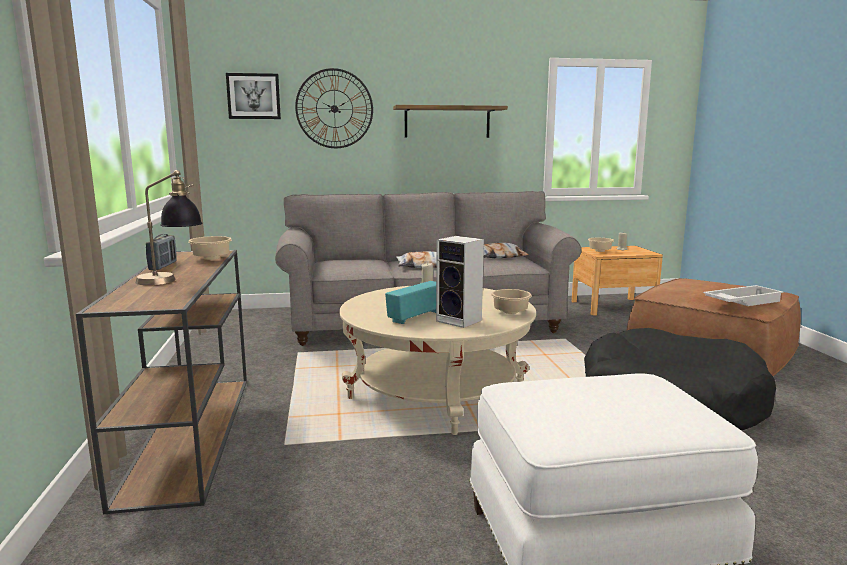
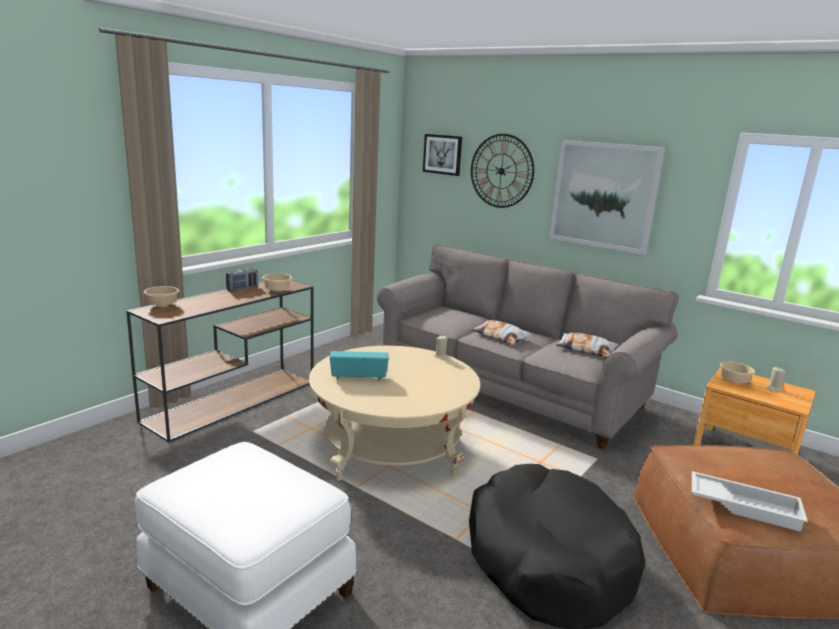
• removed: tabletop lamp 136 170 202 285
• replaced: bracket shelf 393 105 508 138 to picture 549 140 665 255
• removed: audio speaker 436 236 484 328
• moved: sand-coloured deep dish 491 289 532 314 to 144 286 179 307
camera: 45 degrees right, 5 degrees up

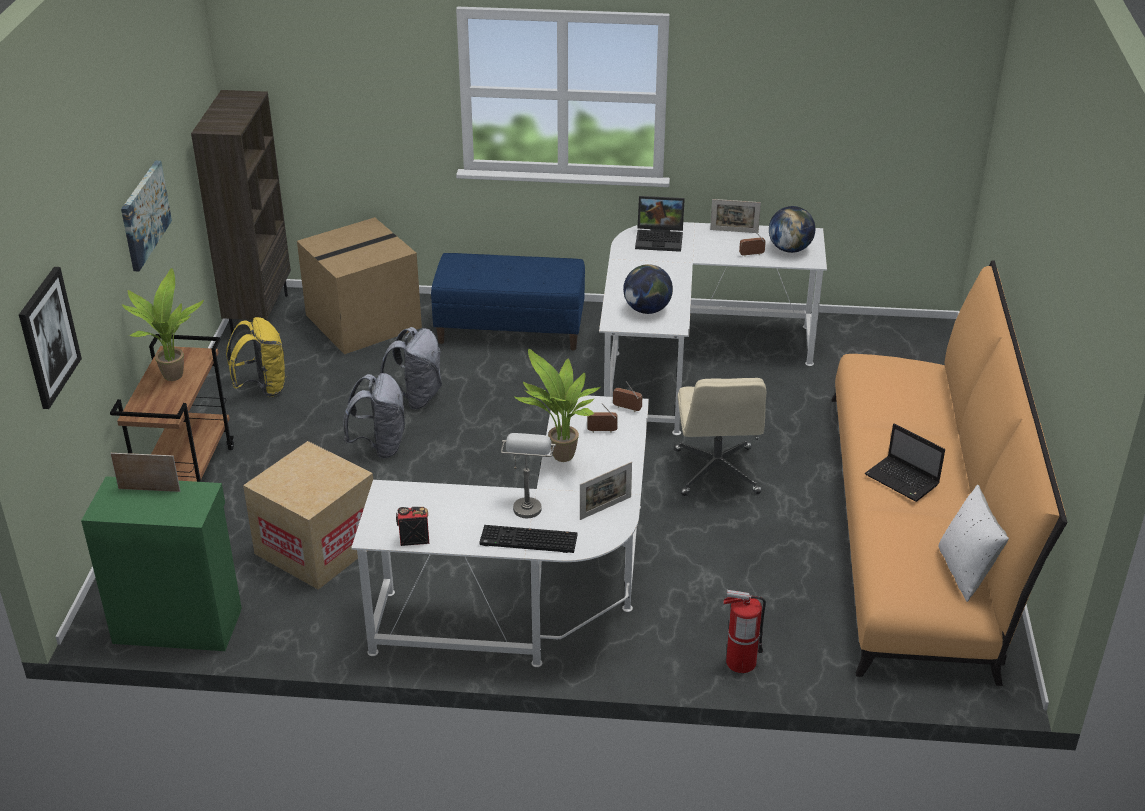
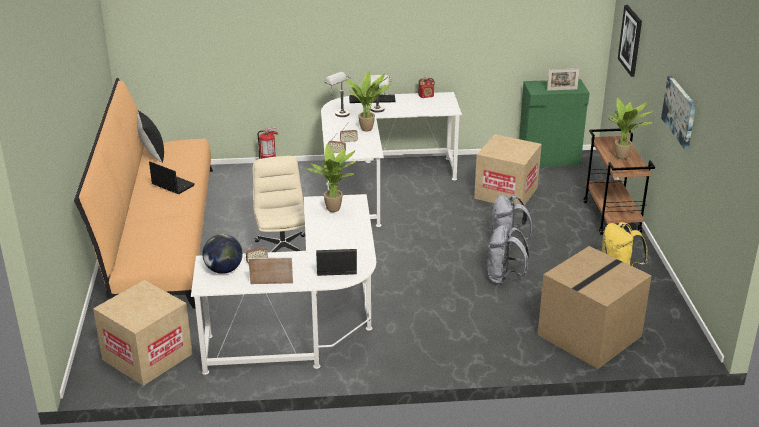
• removed: brown-coloured bookcase 191 90 291 335
• removed: blue-coloured indoor bench 431 253 585 350
• replaced: standing frame 580 462 632 520 to gray tabletop lamp 324 72 351 117
• replaced: globe 623 264 673 314 to potted plant 306 144 356 212
• recoloured: white cushion 938 485 1009 602 to black-coloured cushion 137 110 164 163
• added: packing box 93 280 192 386
camera: 170 degrees right, 5 degrees down

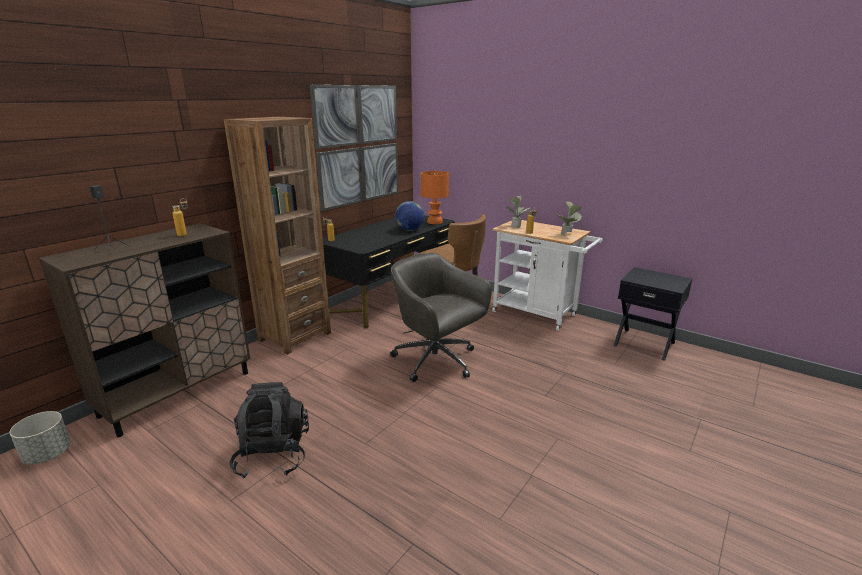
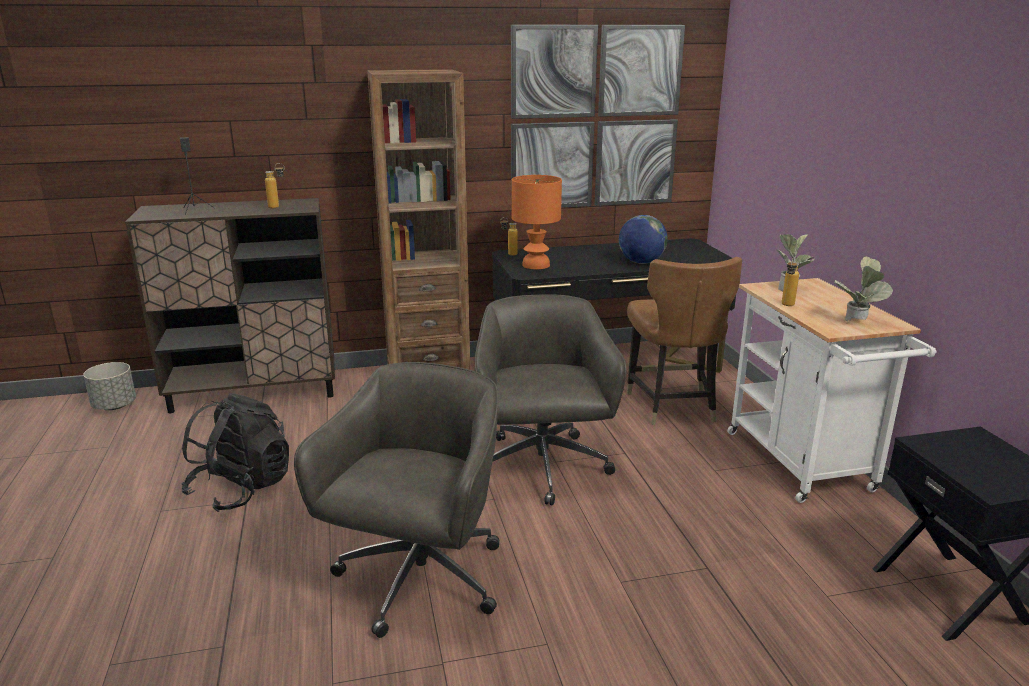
• moved: orangey tabletop lamp 421 171 449 224 to 511 175 562 269
• added: gray desk chair 294 362 499 638
camera: 40 degrees right, 0 degrees up

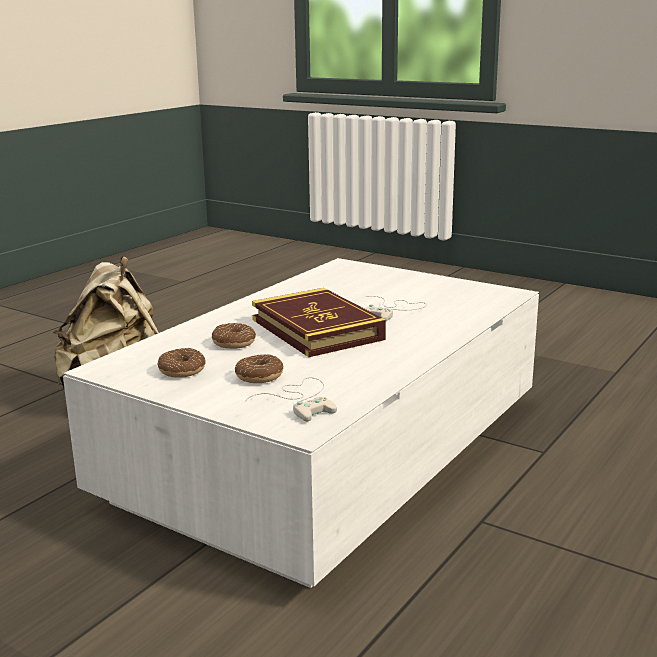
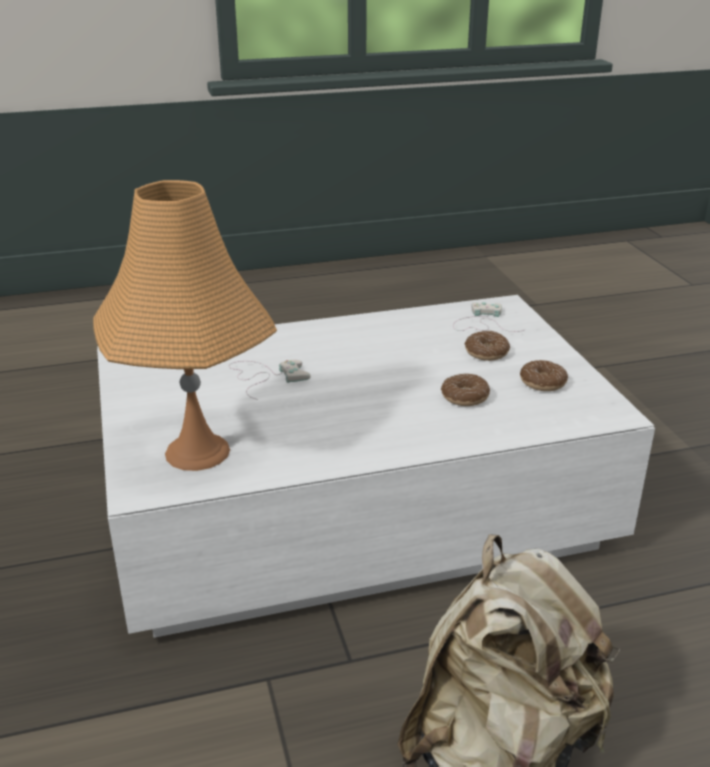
• removed: book 252 288 386 357
• added: orangey tabletop lamp 93 180 277 471
camera: 140 degrees left, 10 degrees up

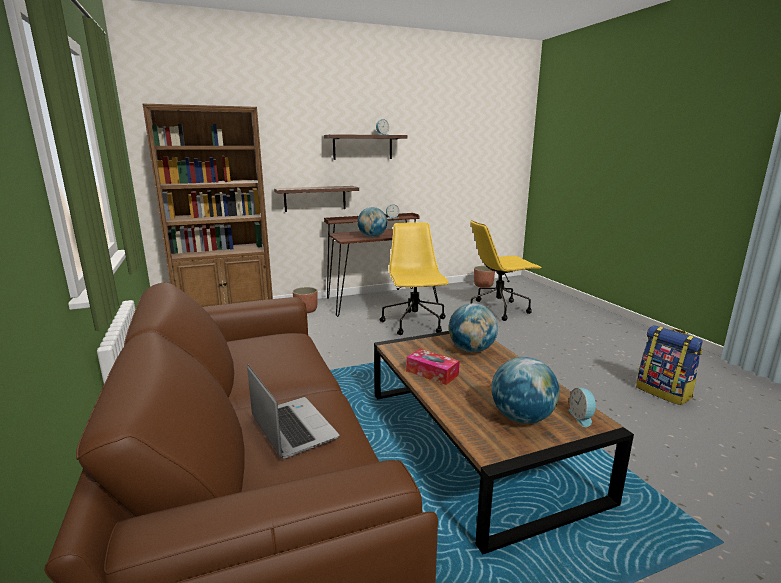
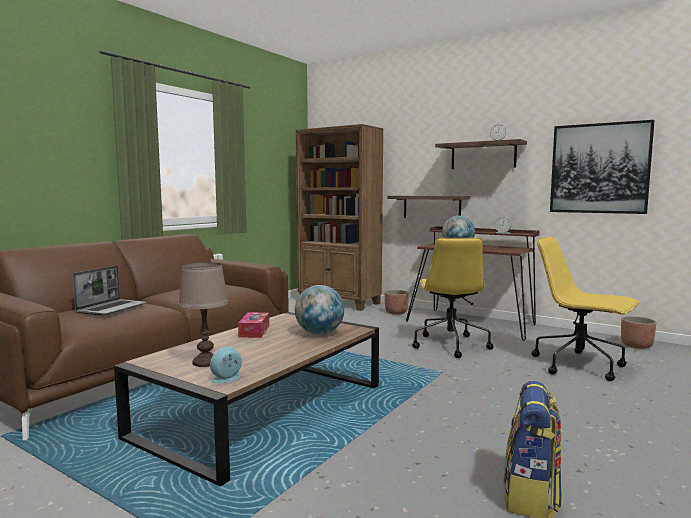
• turned: yellow-coloured desk chair 379 222 449 335 = 412 238 494 358 135 degrees clockwise
• replaced: globe 491 357 560 424 to brown-coloured tabletop lamp 178 262 228 367
• added: picture 550 120 655 214
camera: 55 degrees right, 10 degrees down

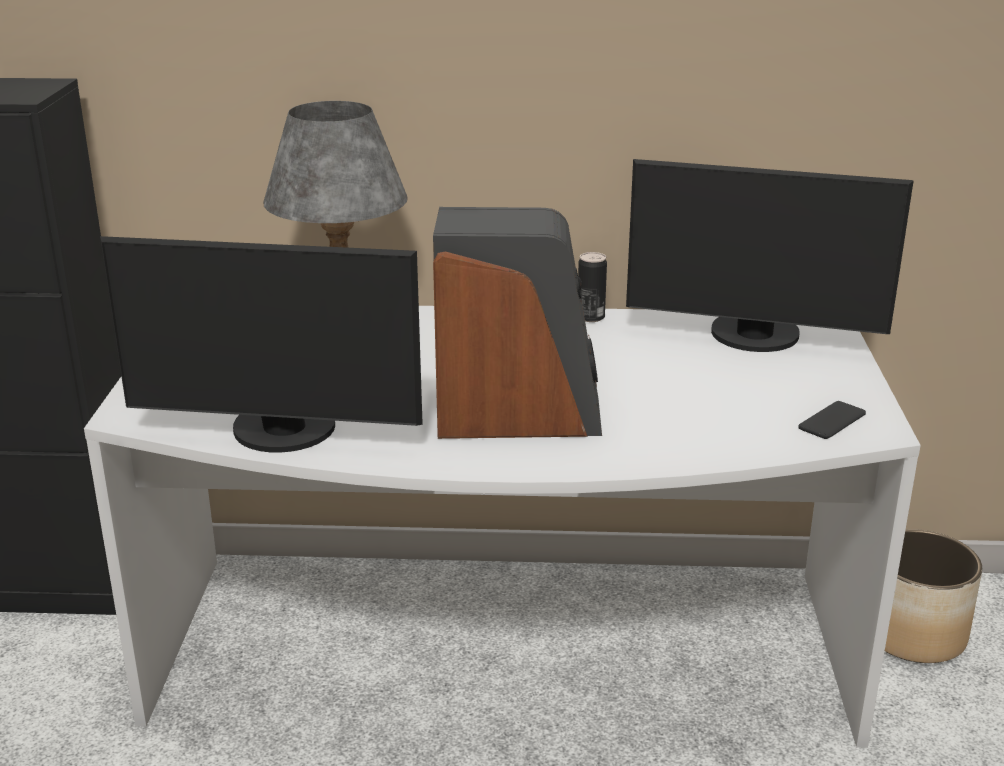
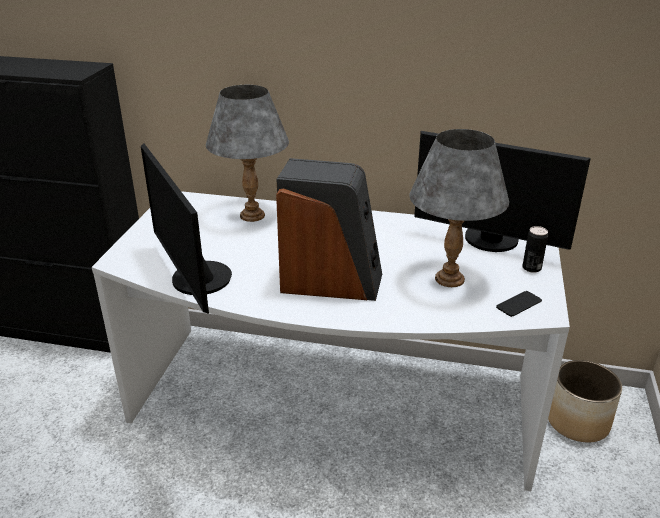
• turned: computer screen 100 236 423 453 = 141 143 232 314 45 degrees clockwise
• moved: sealed can 578 252 607 322 to 522 226 548 273
• added: gray tabletop lamp 410 129 509 287
camera: 10 degrees right, 5 degrees up

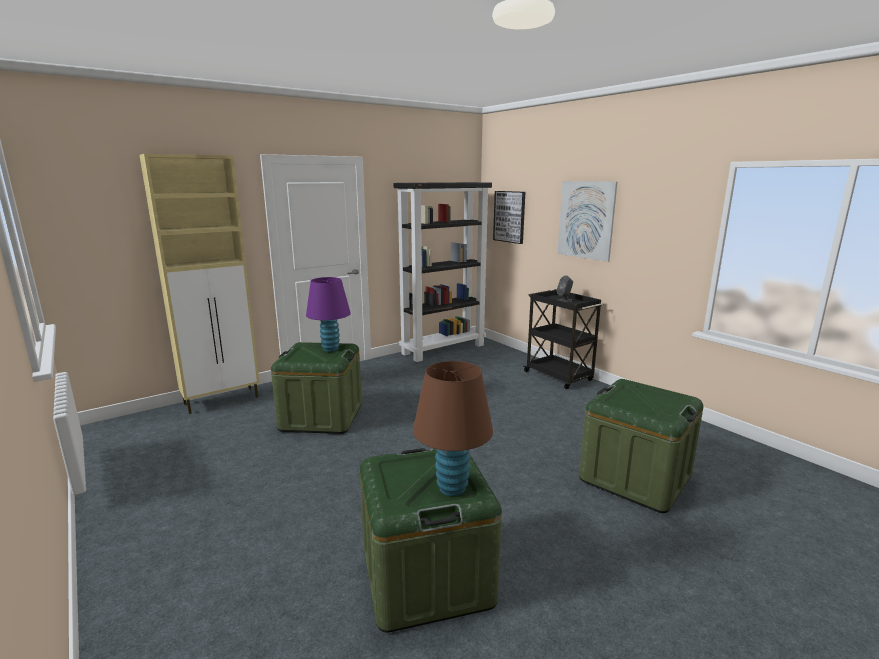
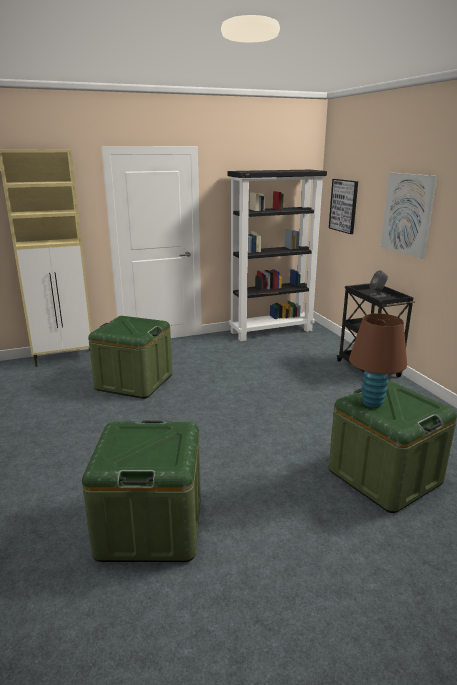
• removed: purple tabletop lamp 306 277 351 352
• moved: brown-coloured tabletop lamp 413 361 493 496 to 349 313 407 408
camera: 15 degrees right, 5 degrees up

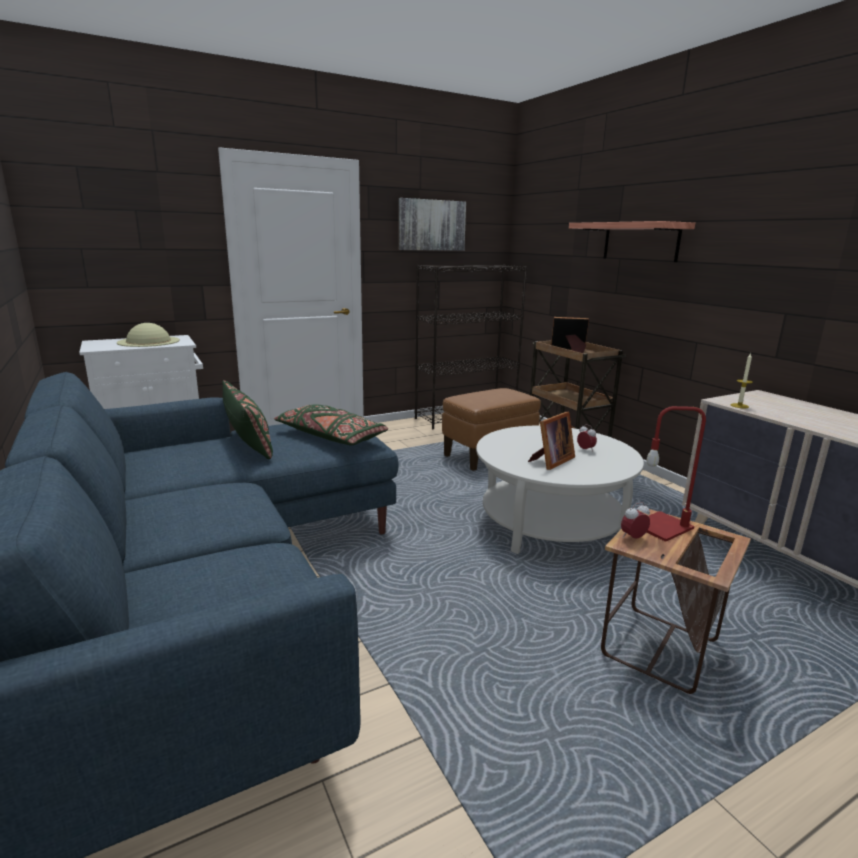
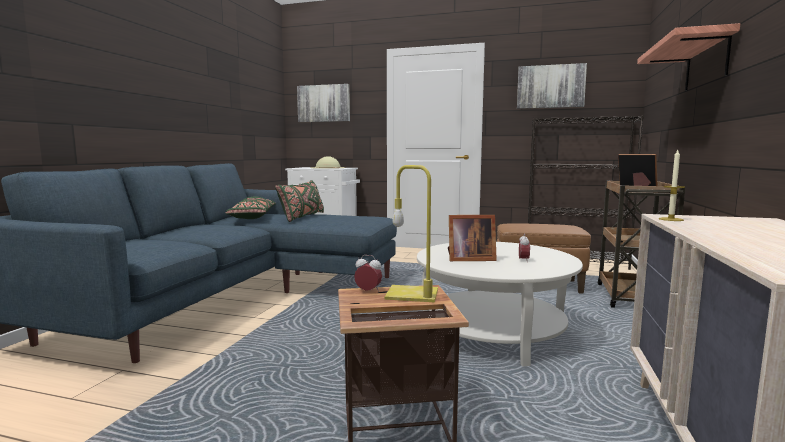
• moved: greenish cushion 274 404 388 445 to 226 197 276 219
• recoloured: reddish tabletop lamp 646 406 706 542 to yellow-coloured tabletop lamp 385 165 438 302
• added: picture 297 84 350 122
camera: 45 degrees right, 10 degrees down

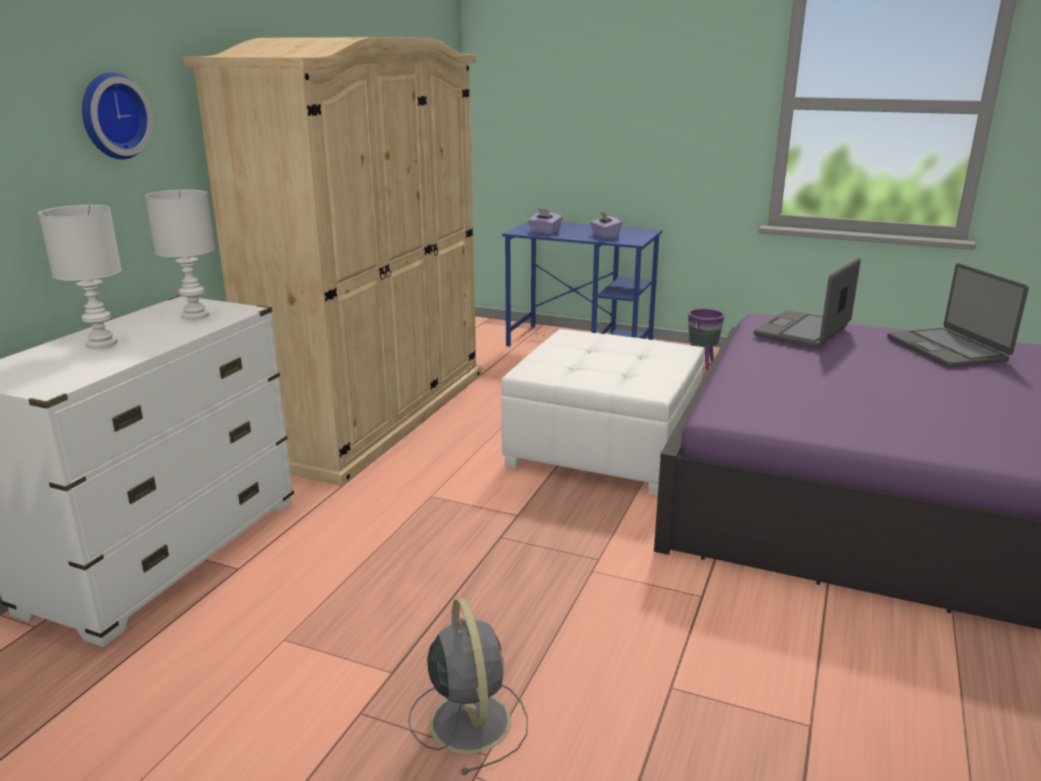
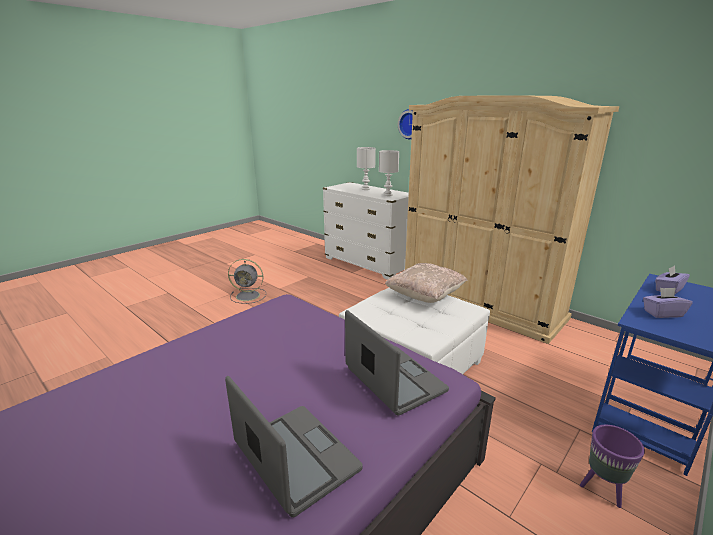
• turned: portable computer 887 263 1029 368 = 225 376 363 517 45 degrees clockwise
• added: sand-coloured cushion 385 263 468 303
camera: 110 degrees right, 0 degrees up

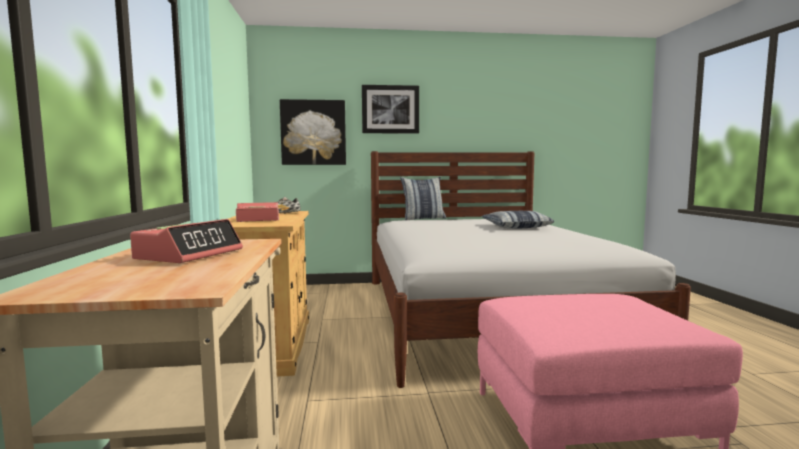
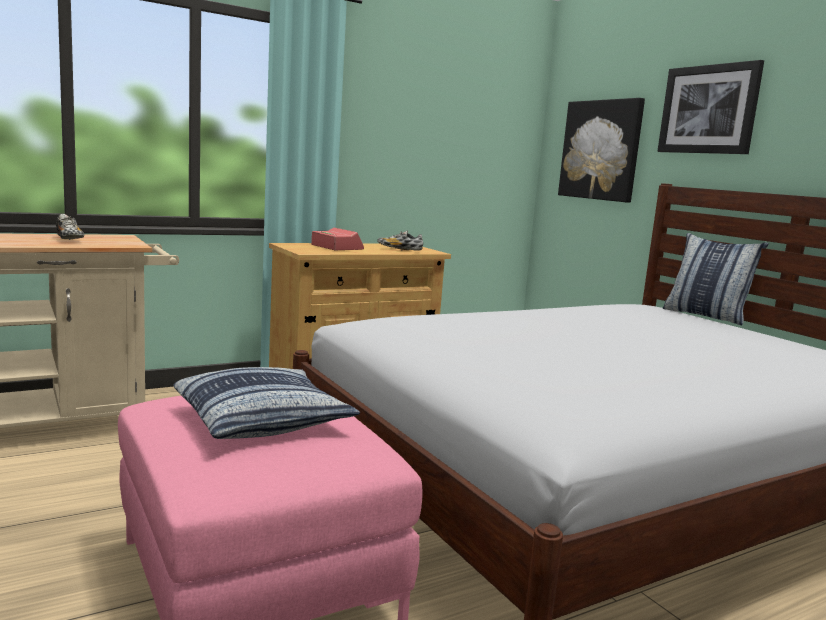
• replaced: bedside clock 130 219 243 263 to shoe 56 214 84 240
• moved: cushion 482 211 554 228 to 174 367 360 439
camera: 65 degrees right, 5 degrees up

